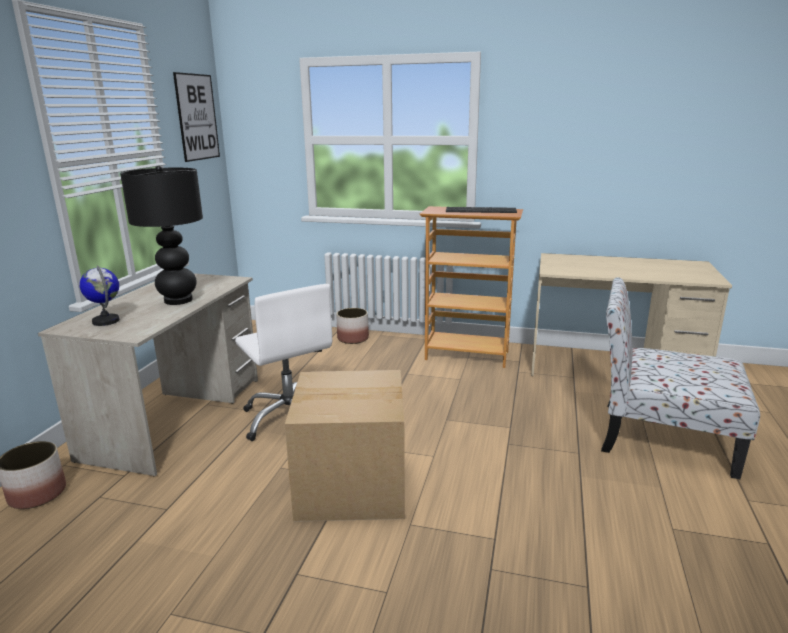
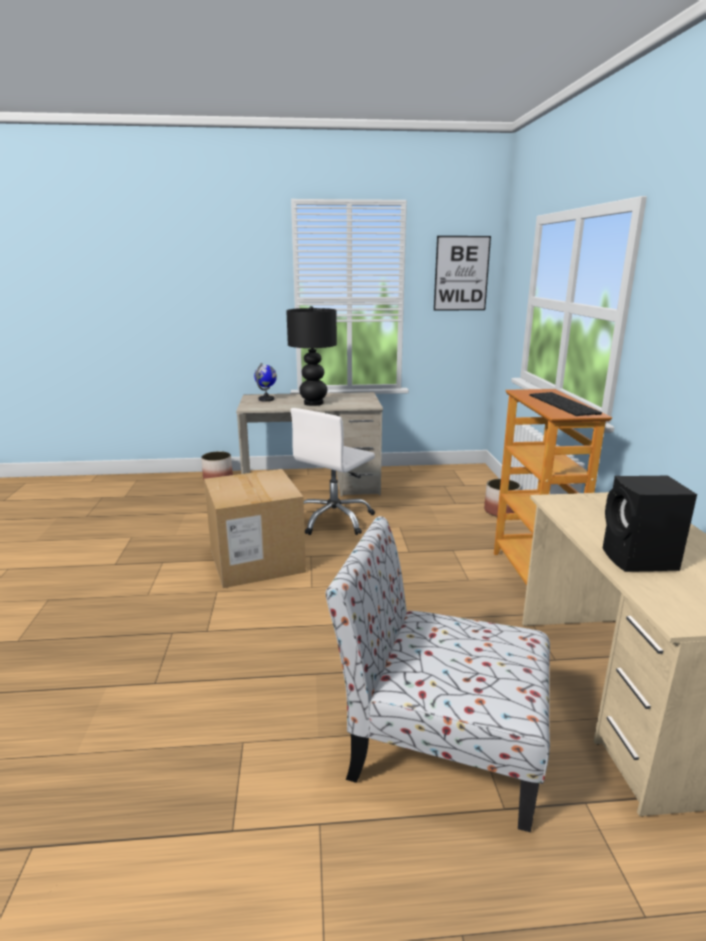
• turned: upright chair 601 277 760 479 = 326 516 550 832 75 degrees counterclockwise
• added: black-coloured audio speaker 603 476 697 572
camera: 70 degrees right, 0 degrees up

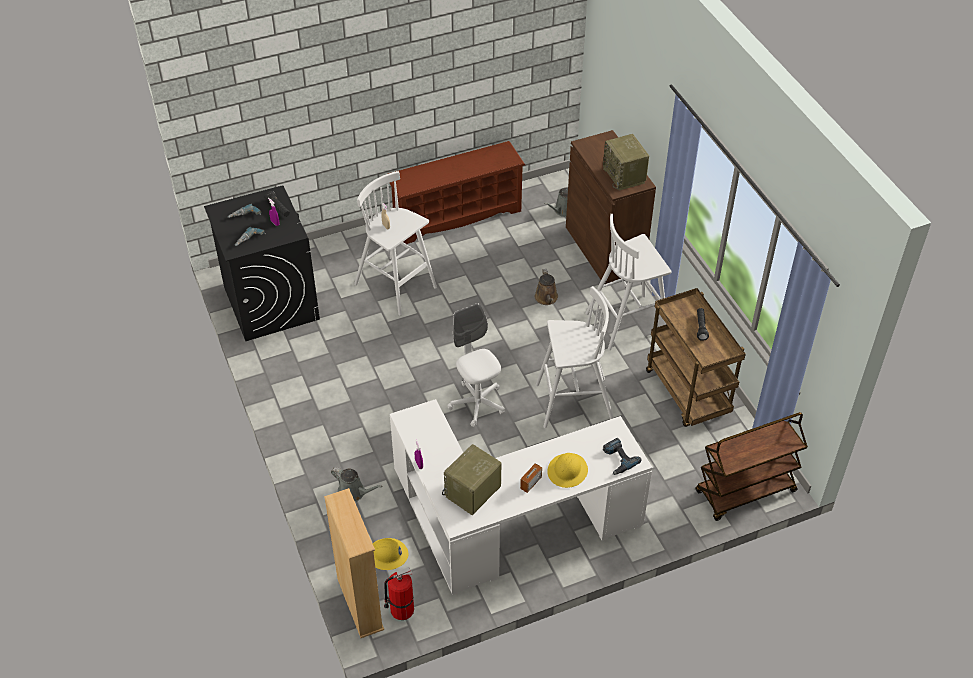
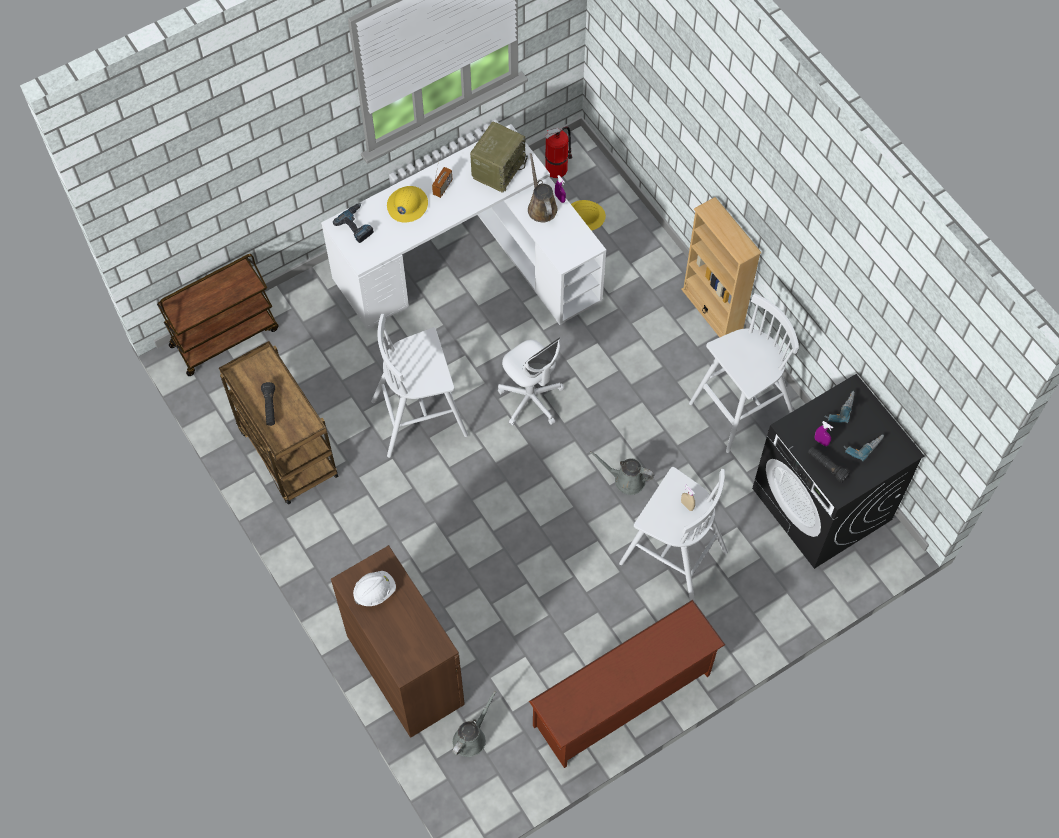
• moved: sand-coloured bookcase 324 488 384 638 to 681 197 762 337
• moved: gray watering pot 331 467 383 502 to 589 451 654 495
• moved: brown-coloured watering pot 535 269 558 305 to 528 153 558 222
• moved: white stool seat 585 214 671 350 to 689 293 799 453
• replaced: radio 603 134 649 190 to white safety helmet 353 571 396 606
camera: 170 degrees right, 15 degrees up

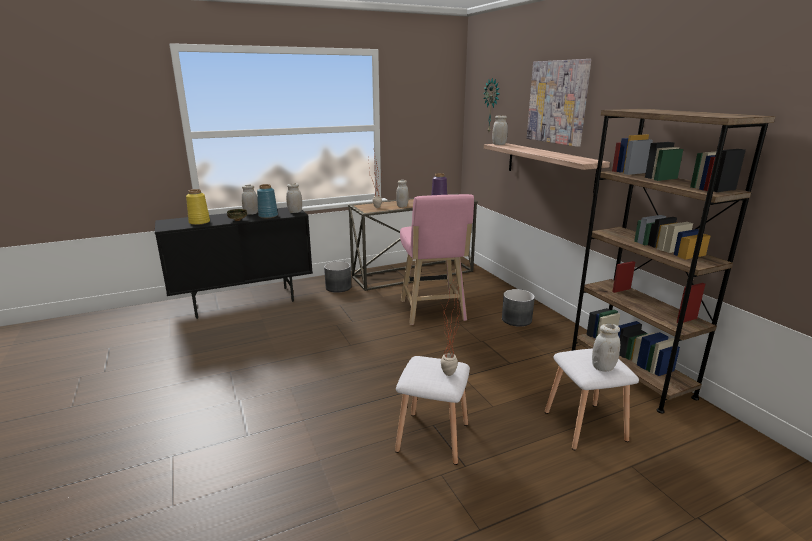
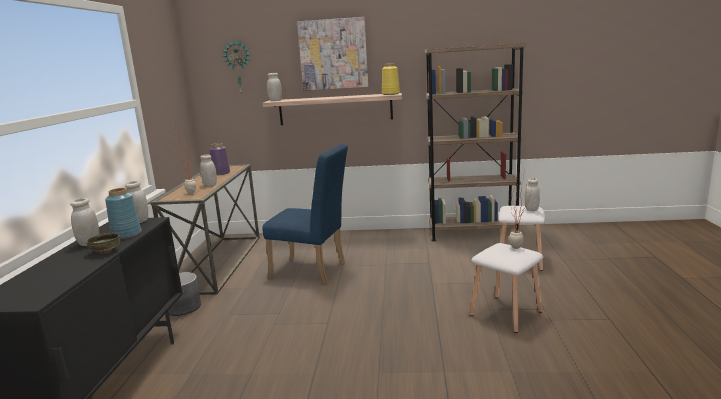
• moved: yellow-coloured vase 186 189 210 225 to 382 63 400 95
• replaced: pink stool seat 400 194 474 325 to blue-coloured upright chair 262 144 348 284
• removed: gray flower pot 502 289 535 327
camera: 60 degrees left, 5 degrees down

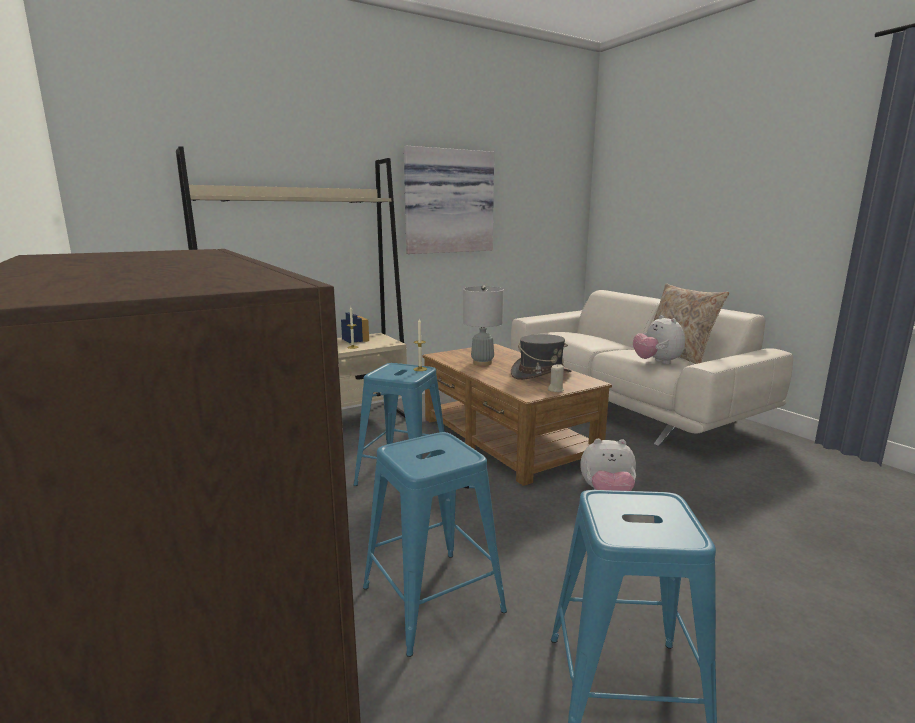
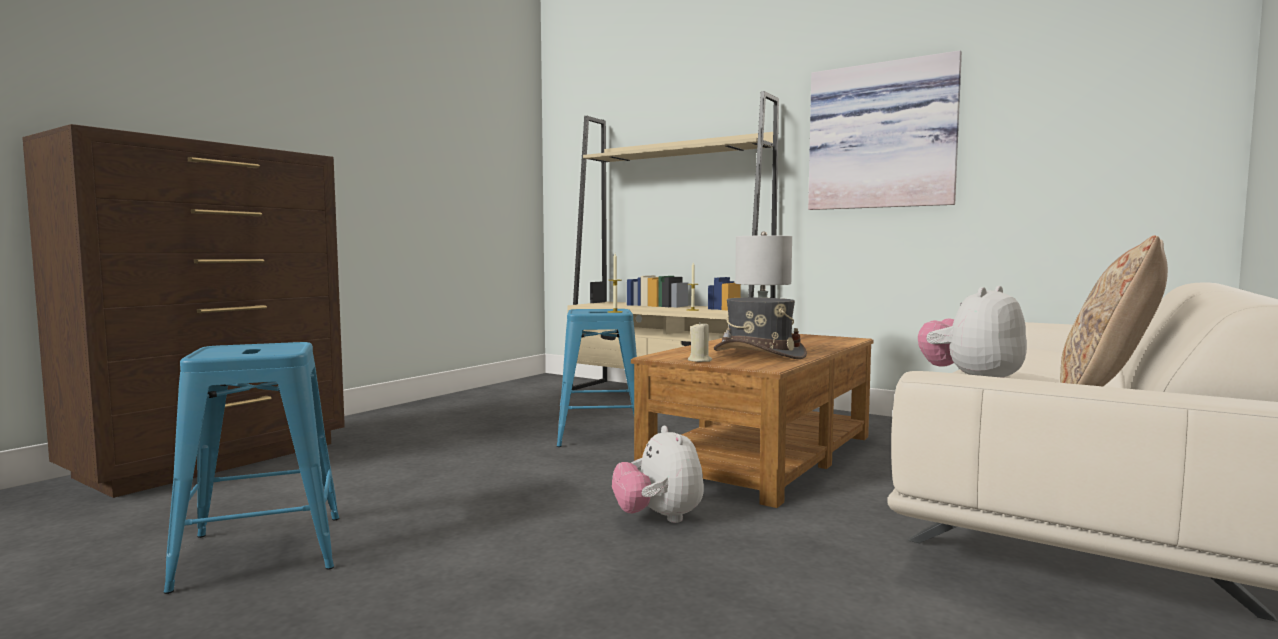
• removed: blue-coloured stool seat 363 432 507 657
camera: 65 degrees right, 10 degrees down

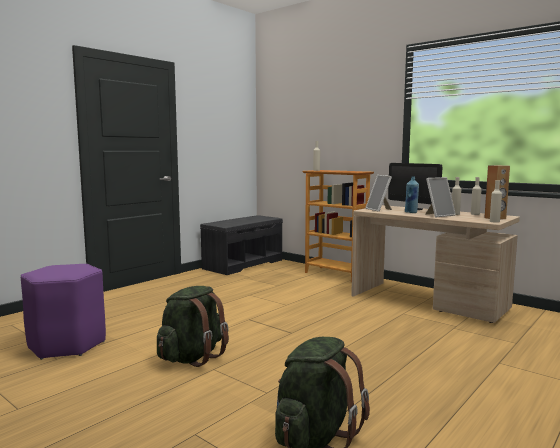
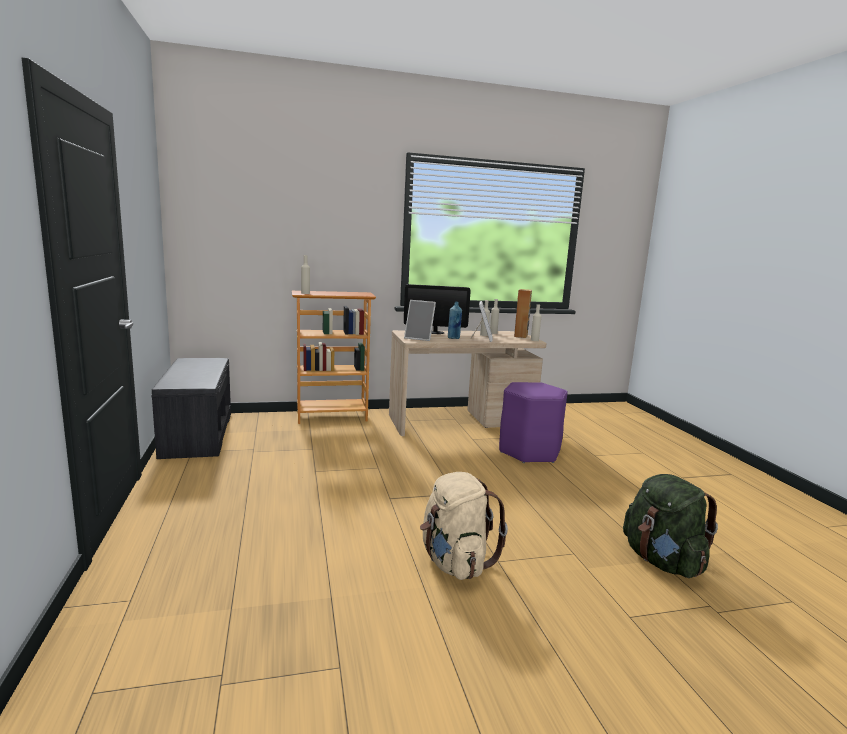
• moved: purple stool seat 21 264 106 360 to 499 382 568 463
• recoloured: greenish rucksack 157 286 229 367 to sand-coloured rucksack 420 472 508 580
camera: 55 degrees left, 5 degrees up

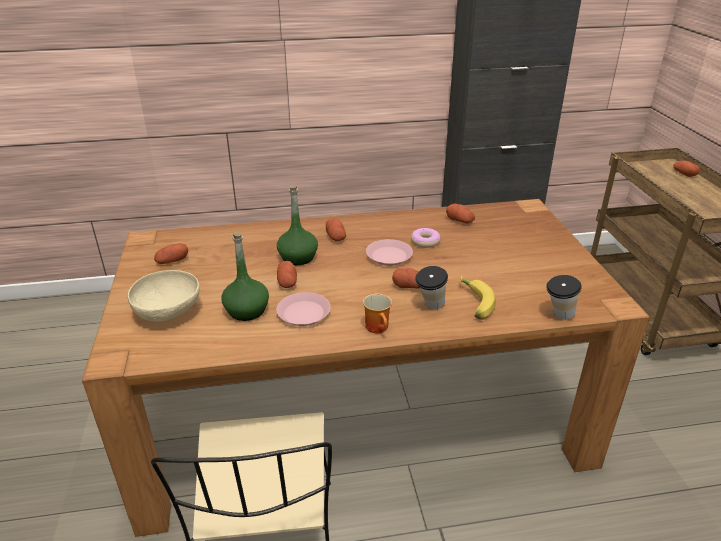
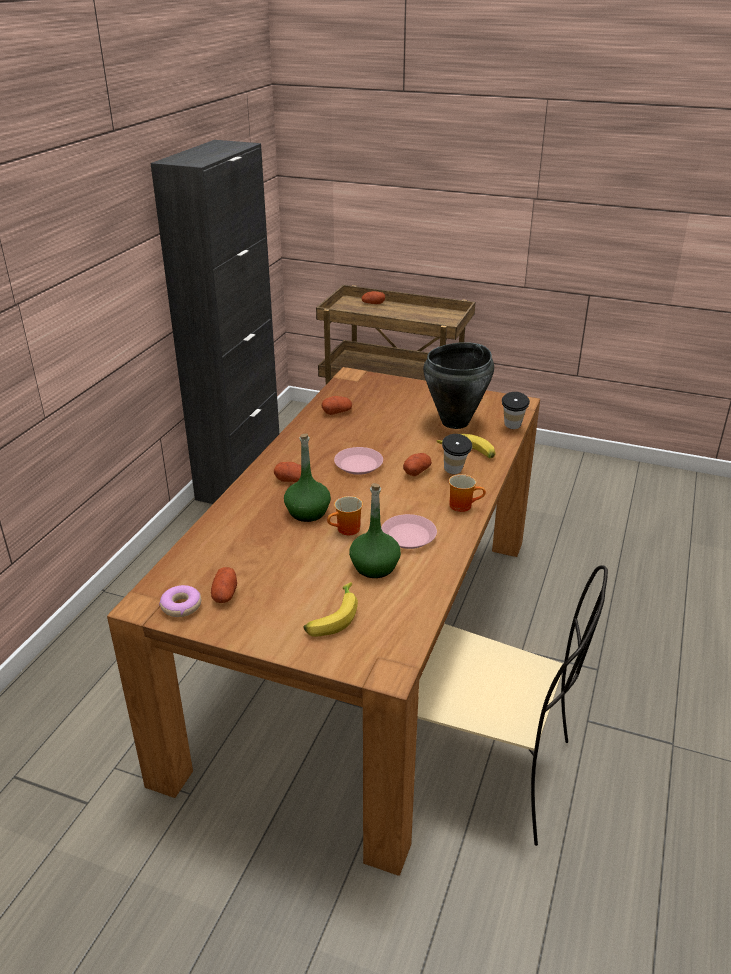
• replaced: sand-coloured deep dish 127 270 200 322 to whole banana 303 582 358 637
• replaced: whole potato 277 261 297 288 to coffee mug 327 496 363 535
• moved: doughnut 411 228 441 248 to 159 585 201 617
• added: black-coloured stockpot 423 342 494 429
camera: 60 degrees left, 0 degrees up

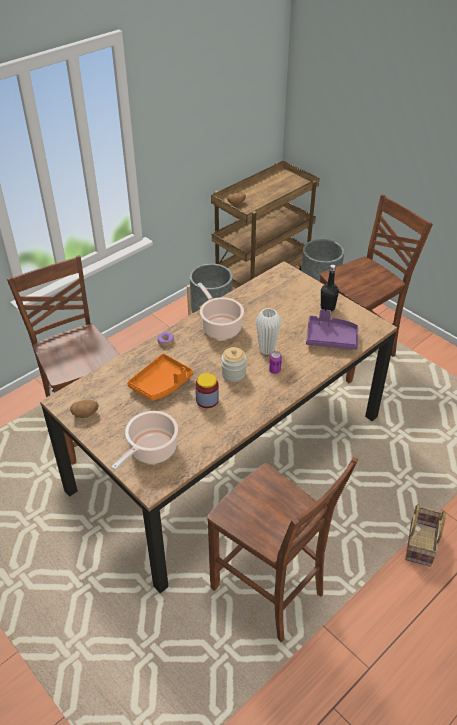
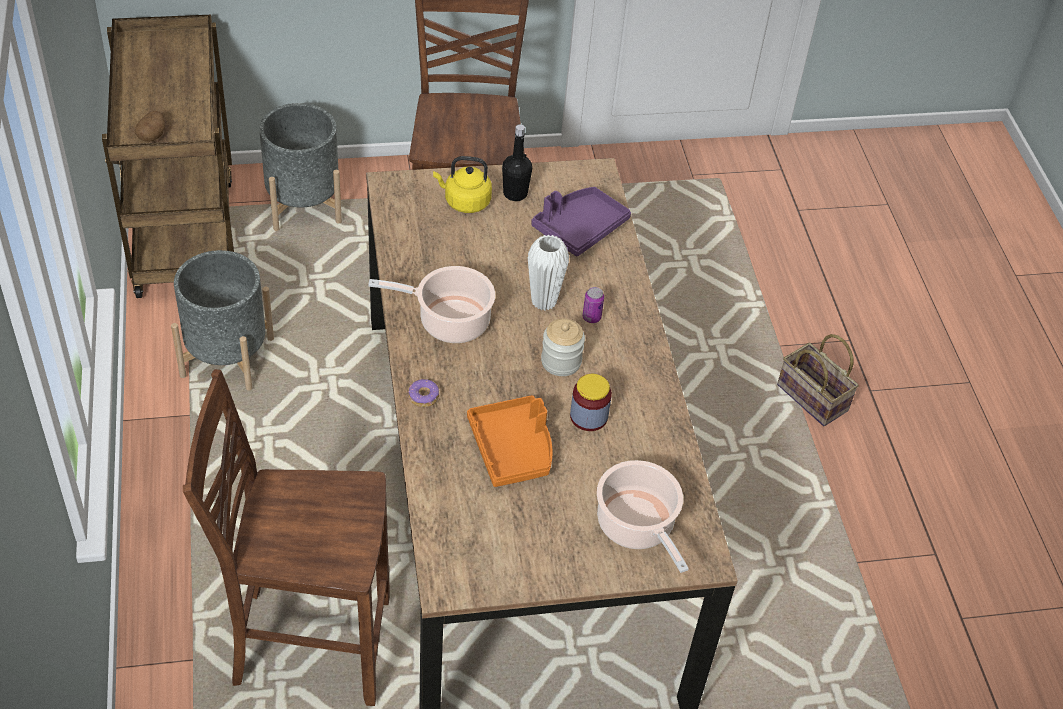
• removed: whole potato 70 400 99 418
• removed: brown-coloured upright chair 207 457 358 642
• added: yellow-coloured tea kettle 433 156 492 213
camera: 60 degrees left, 5 degrees up

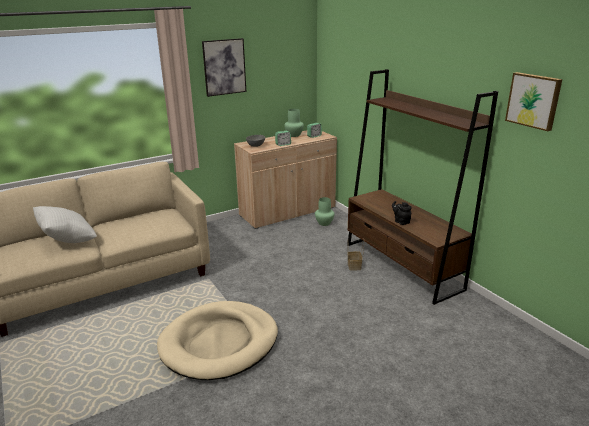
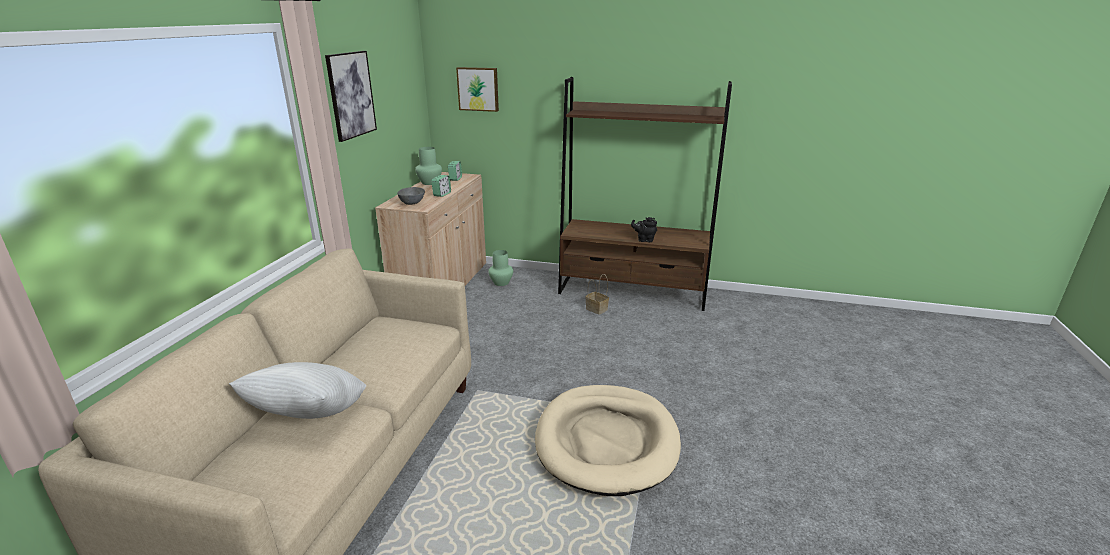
• moved: picture 505 72 562 131 to 456 67 499 112
camera: 45 degrees left, 0 degrees up

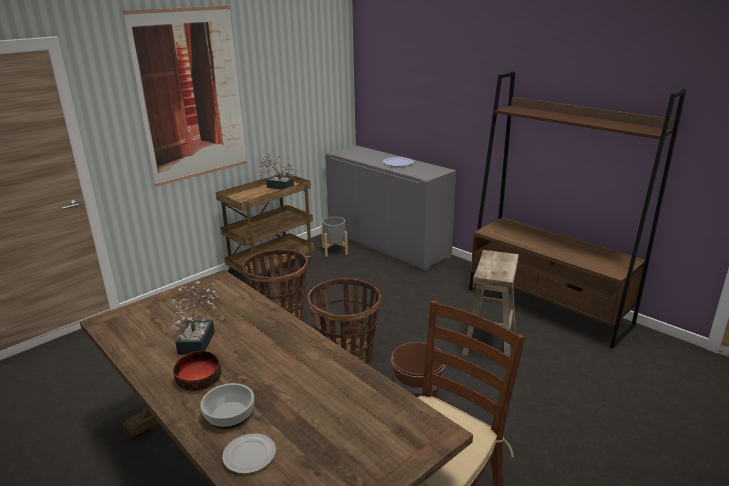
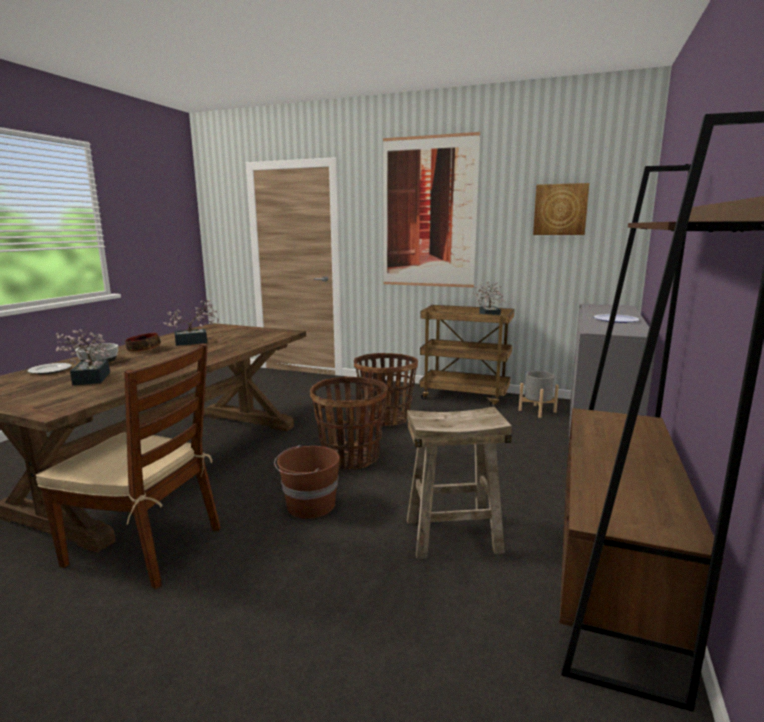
• added: potted plant 55 329 110 385
• added: picture 533 183 589 235
camera: 65 degrees right, 10 degrees down

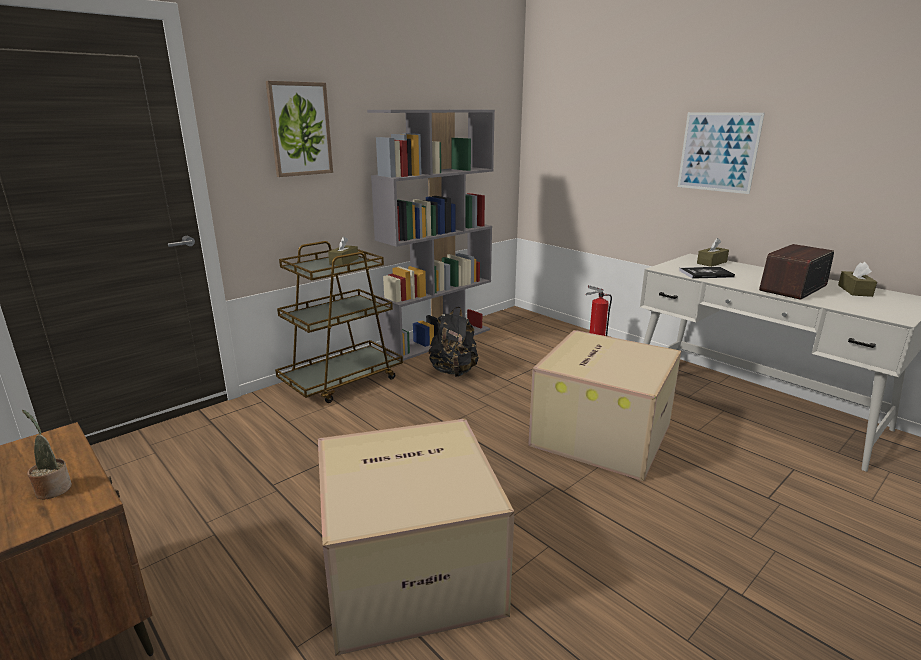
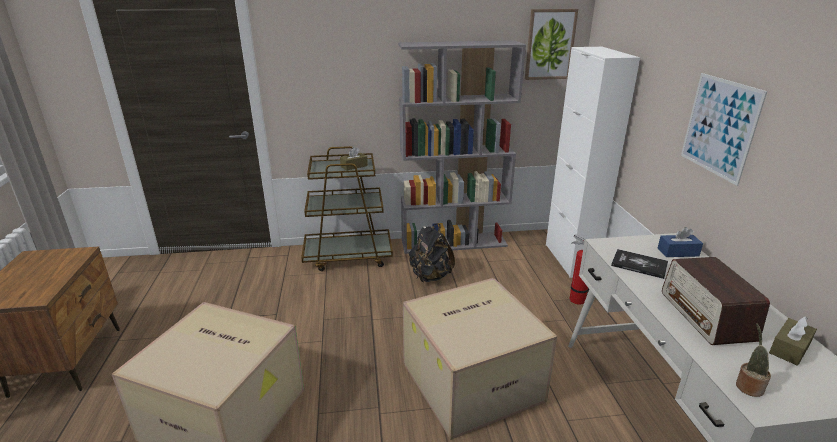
• moved: potted plant 22 410 72 500 to 736 323 771 397
• moved: picture 266 81 333 177 to 525 9 578 80
• recoloured: brown-coloured box of tissues 697 238 729 267 to blue-coloured box of tissues 658 227 703 257
• turned: radio 759 244 834 300 = 662 257 770 345 90 degrees counterclockwise
• added: white cupboard 546 47 640 278
camera: 35 degrees right, 5 degrees up

